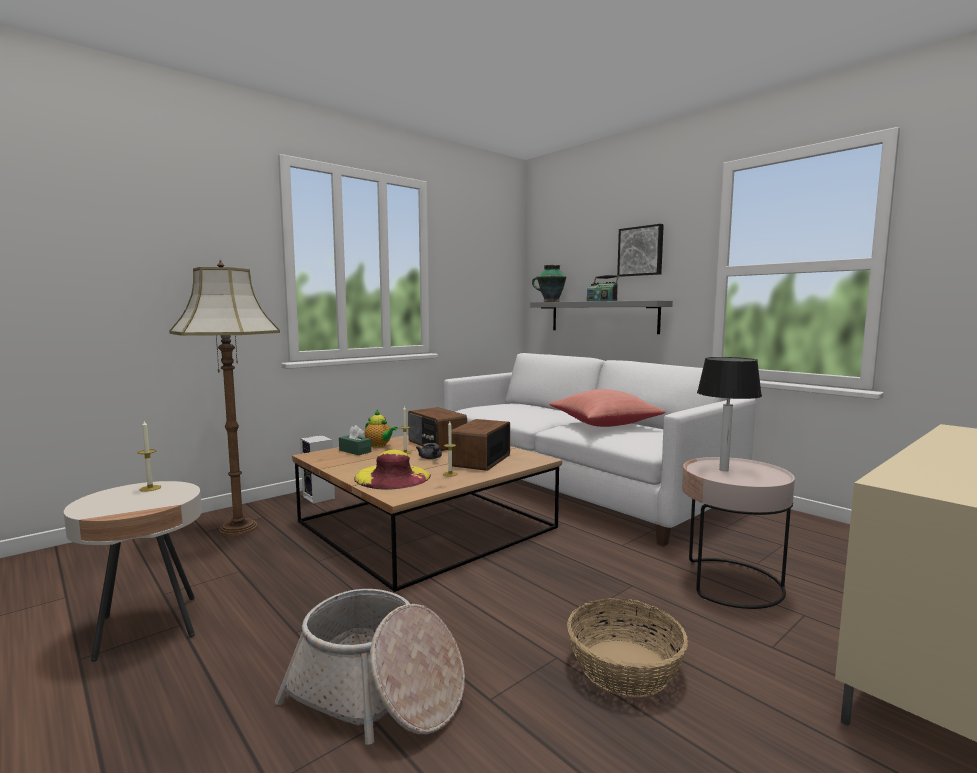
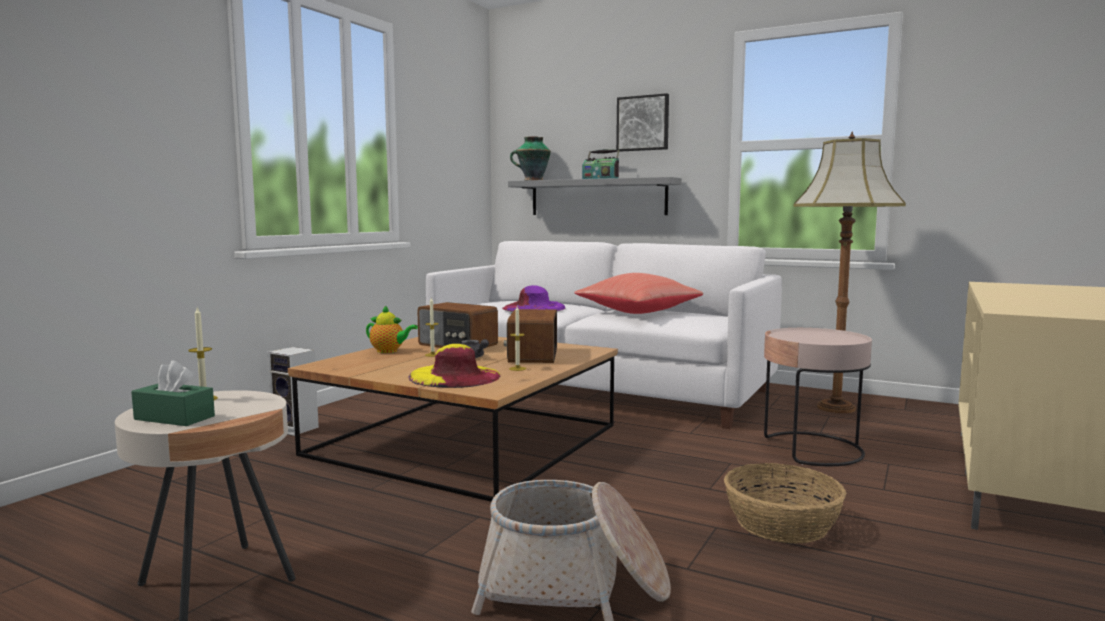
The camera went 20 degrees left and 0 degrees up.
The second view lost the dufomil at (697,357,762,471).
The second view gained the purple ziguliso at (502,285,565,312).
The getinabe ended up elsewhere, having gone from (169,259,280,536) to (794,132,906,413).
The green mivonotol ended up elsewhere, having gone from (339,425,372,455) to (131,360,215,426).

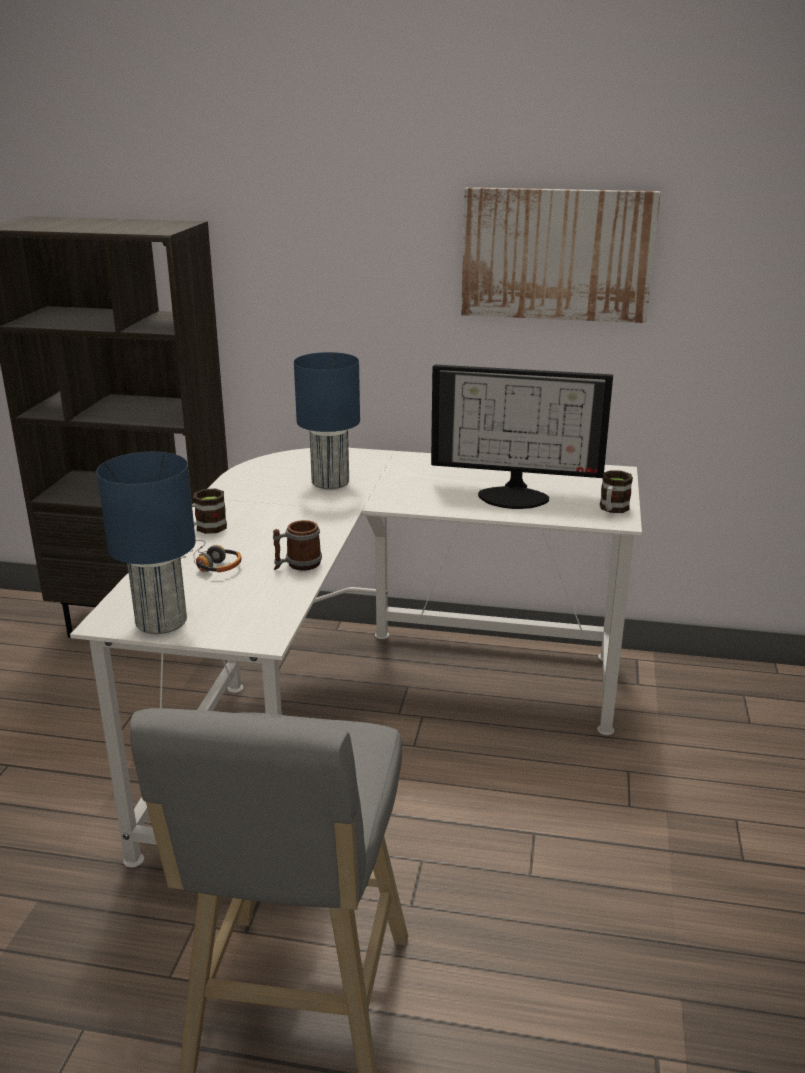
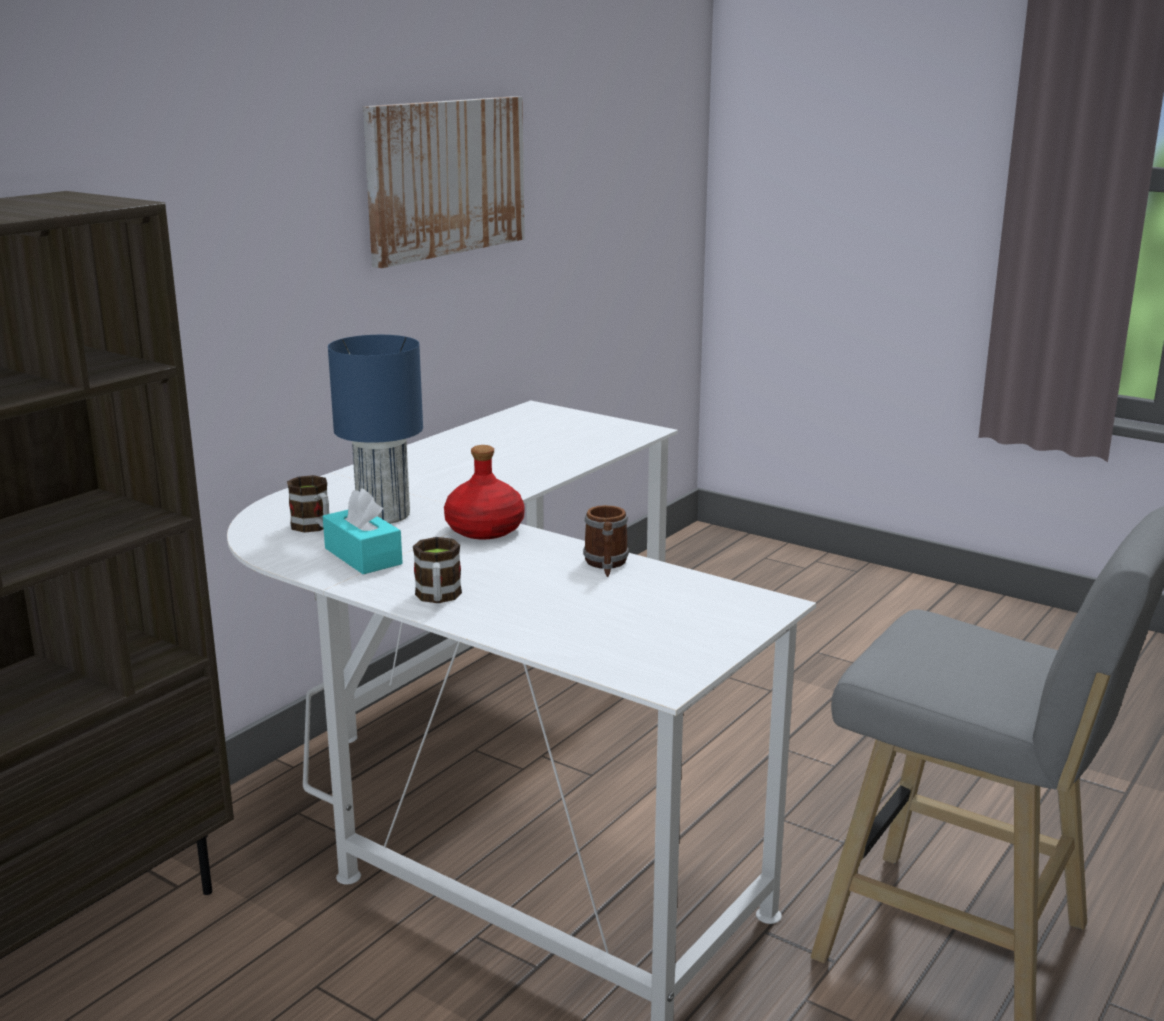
The camera went 65 degrees left and 5 degrees down.
The second view lost the blue dufomil at (96,452,196,634).
The second view lost the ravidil at (180,540,242,572).
The second view lost the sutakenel at (431,364,613,509).
The second view gained the turquoise mivonotol at (323,488,403,574).
The second view gained the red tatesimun at (444,445,525,539).
The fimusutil ended up elsewhere, having gone from (600,470,633,513) to (287,475,329,533).

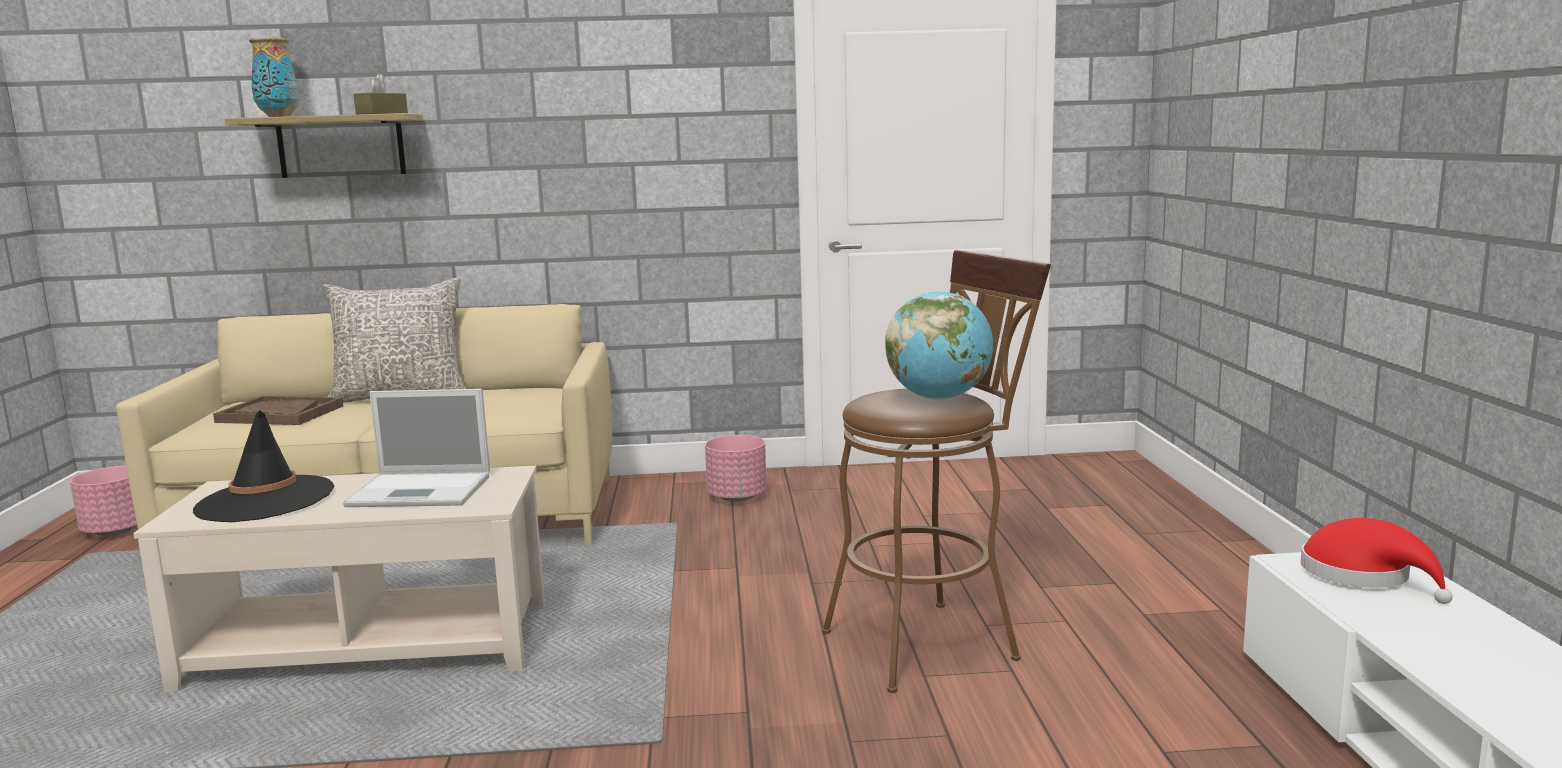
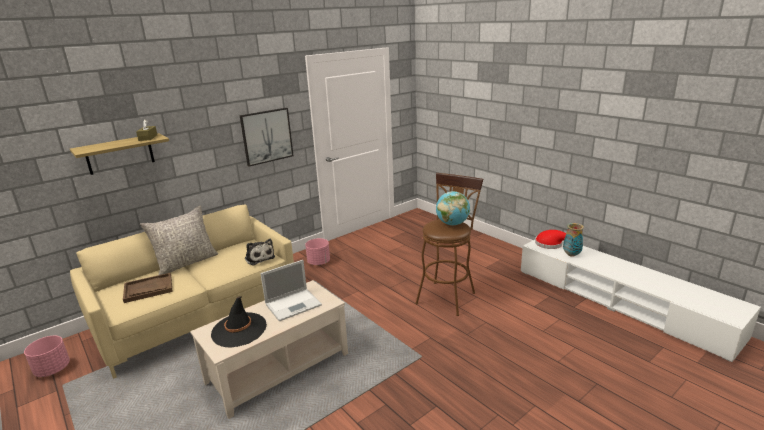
The camera went 35 degrees left and 10 degrees up.
The second view gained the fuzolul at (240,108,294,167).
The second view gained the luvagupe at (245,239,275,266).
The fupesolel ended up elsewhere, having gone from (249,37,299,117) to (563,223,584,257).

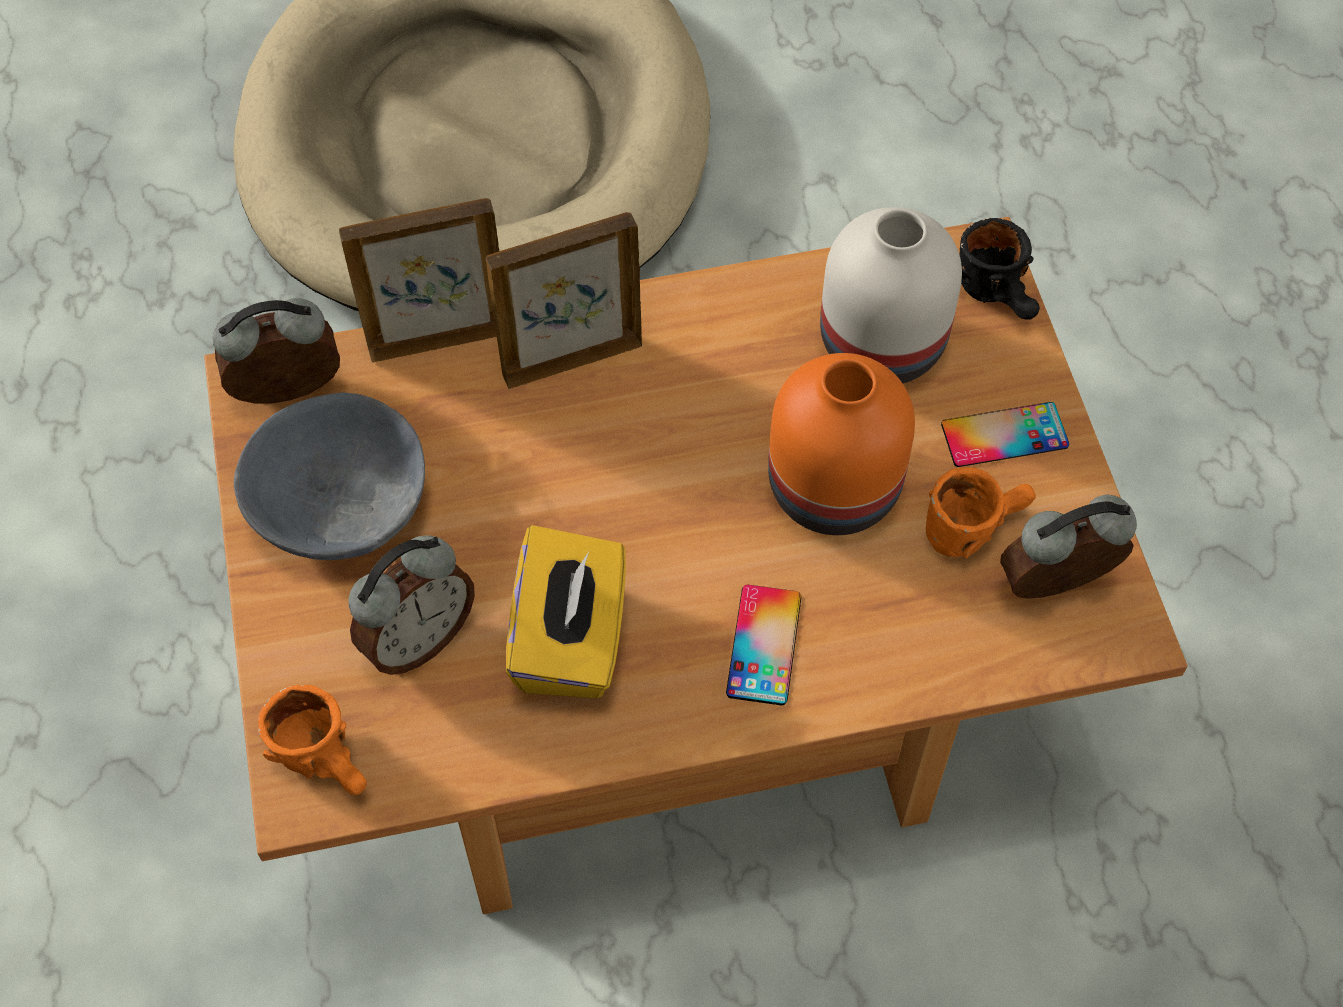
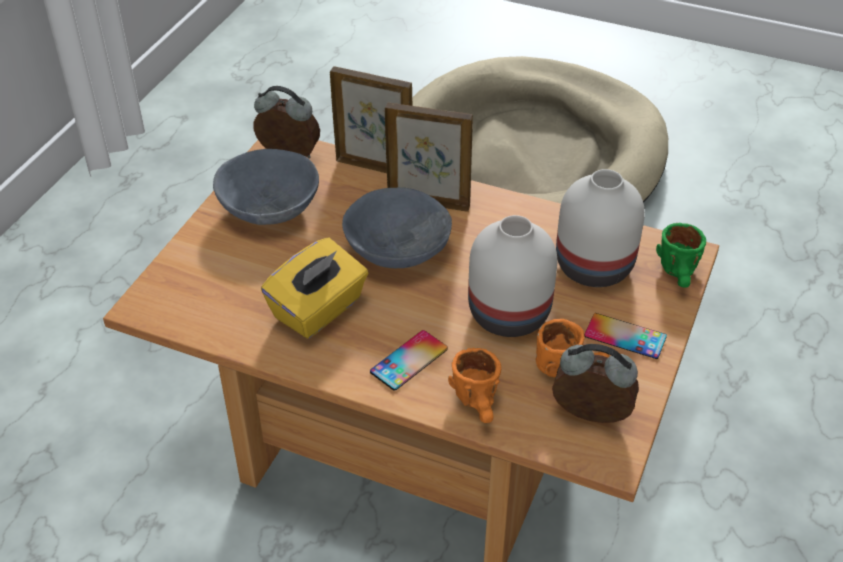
The camera went 35 degrees right and 15 degrees down.
The second view lost the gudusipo at (349,535,475,675).
The second view gained the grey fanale at (342,187,452,268).
The orange fimusutil ended up elsewhere, having gone from (258,685,367,795) to (448,347,501,423).
What was the orange fupesolel at (768,353,915,535) turned into the white fupesolel at (468,215,557,337).
What was the black fimusutil at (960,218,1040,320) turned into the green fimusutil at (656,223,706,288).

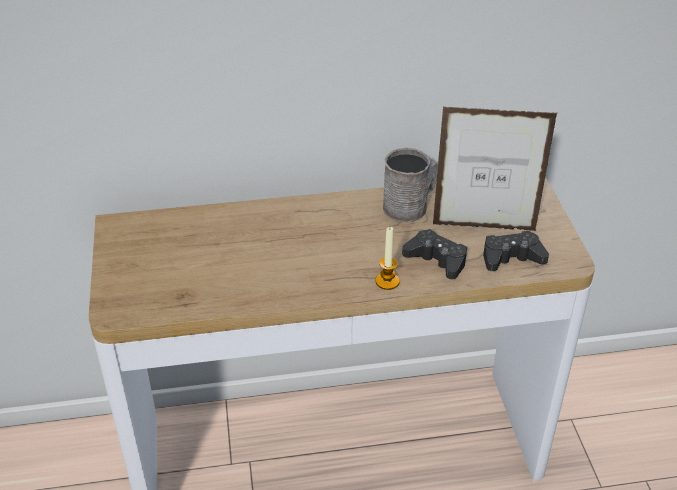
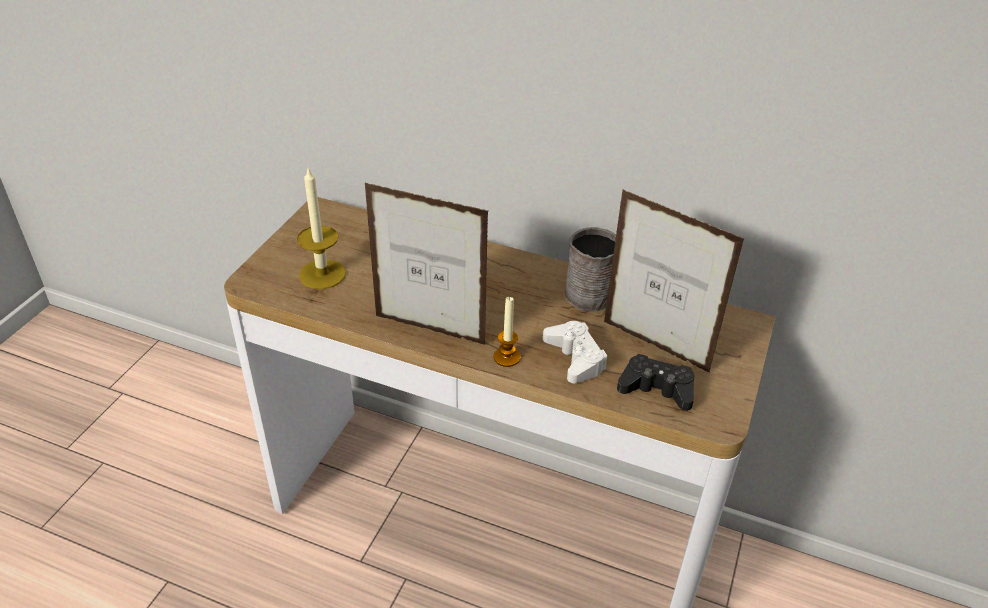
The camera went 30 degrees right and 0 degrees up.
The second view gained the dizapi at (297,167,346,289).
The second view gained the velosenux at (365,183,489,345).
What was the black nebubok at (402,229,467,279) turned into the white nebubok at (543,321,607,383).

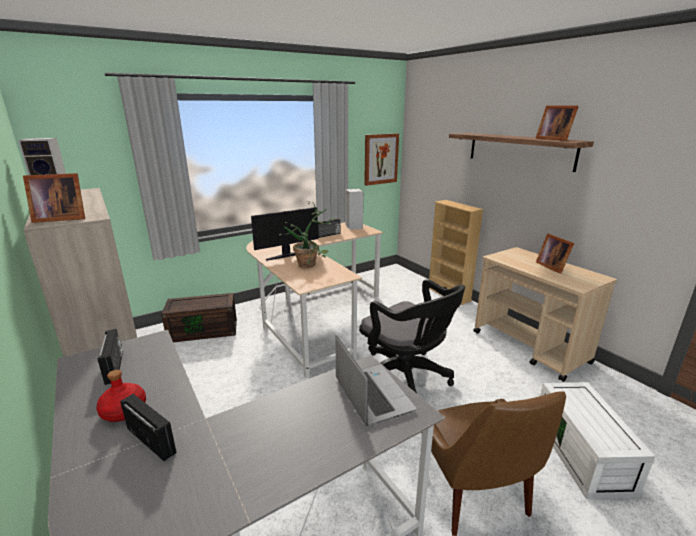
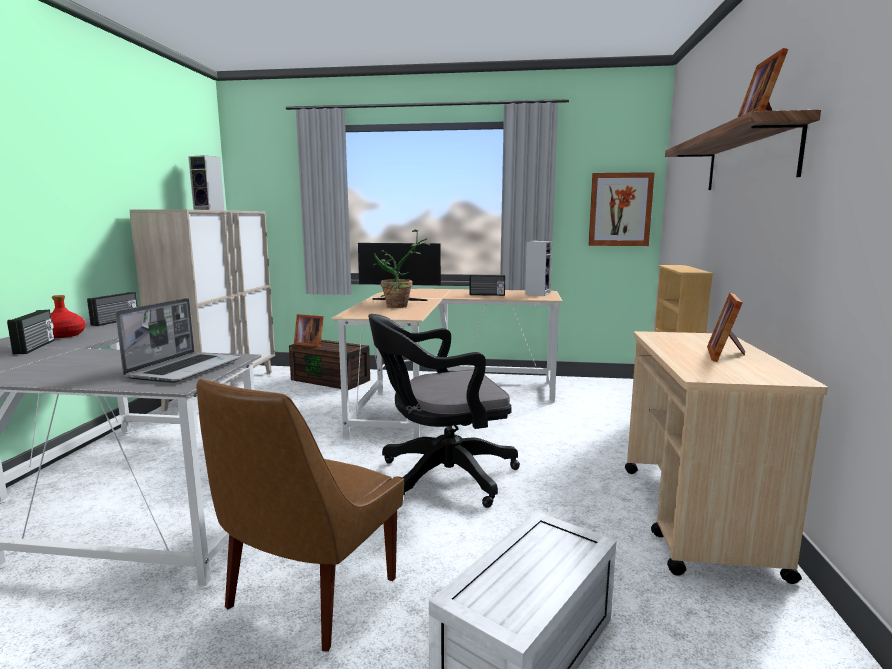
The camera went 40 degrees right and 10 degrees down.
The velosenux ended up elsewhere, having gone from (23,173,85,223) to (294,314,324,347).
The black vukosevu at (359,279,465,393) ended up facing another way, 75 degrees clockwise from before.

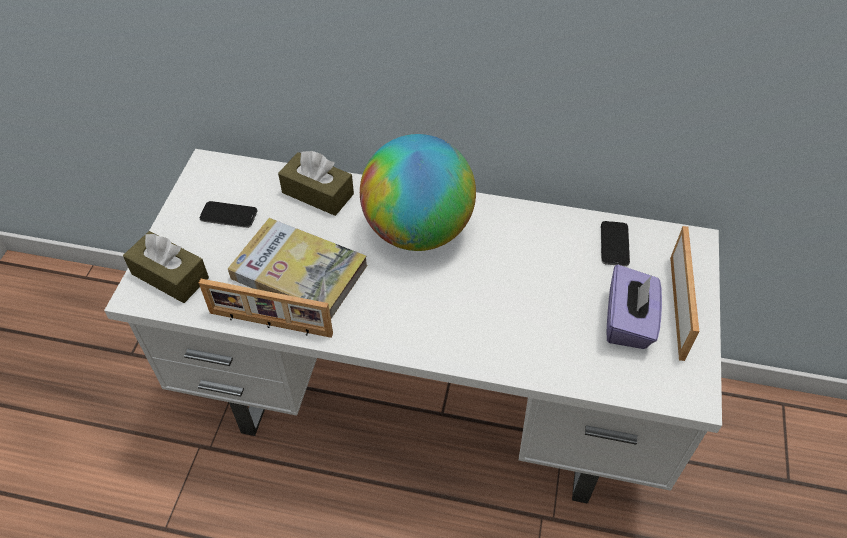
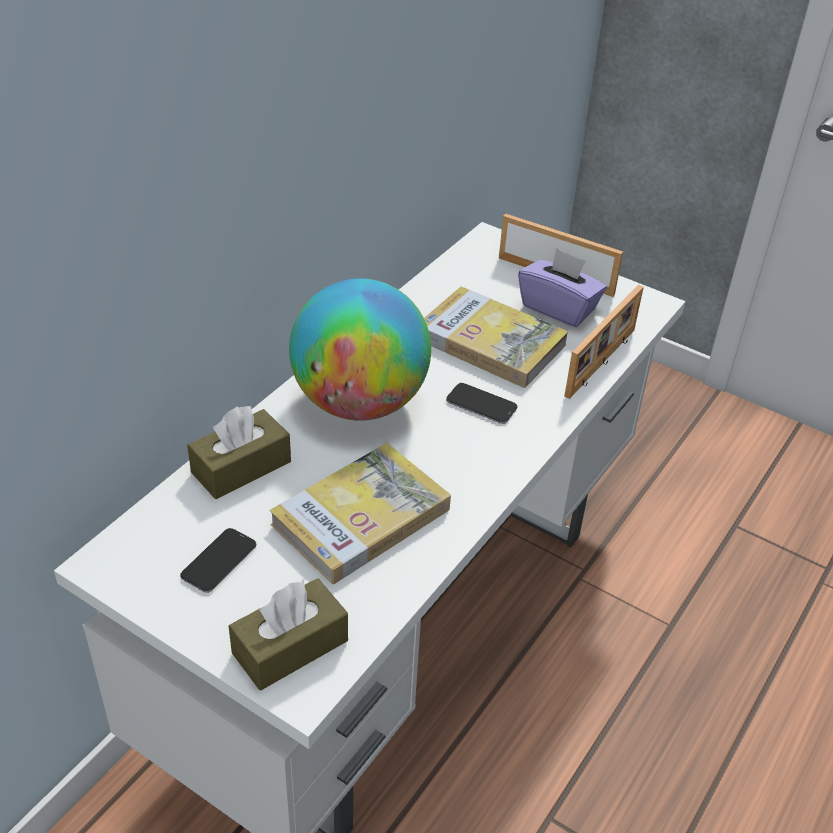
The camera went 70 degrees left and 10 degrees down.
The second view gained the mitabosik at (424,286,568,388).
The velosenux ended up elsewhere, having gone from (199,279,333,338) to (564,285,644,399).
The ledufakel ended up elsewhere, having gone from (601,221,630,266) to (446,383,517,424).

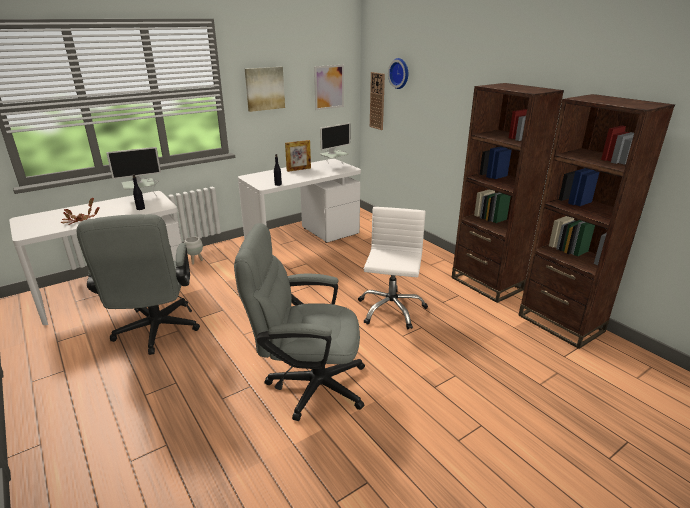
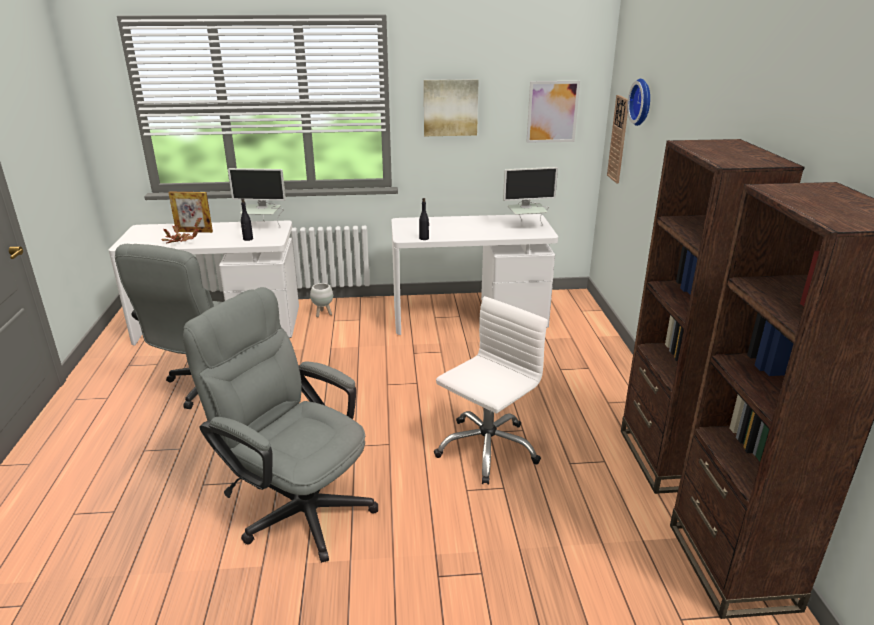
The camera went 30 degrees right and 0 degrees up.
The velosenux ended up elsewhere, having gone from (285,140,311,172) to (168,192,213,233).

